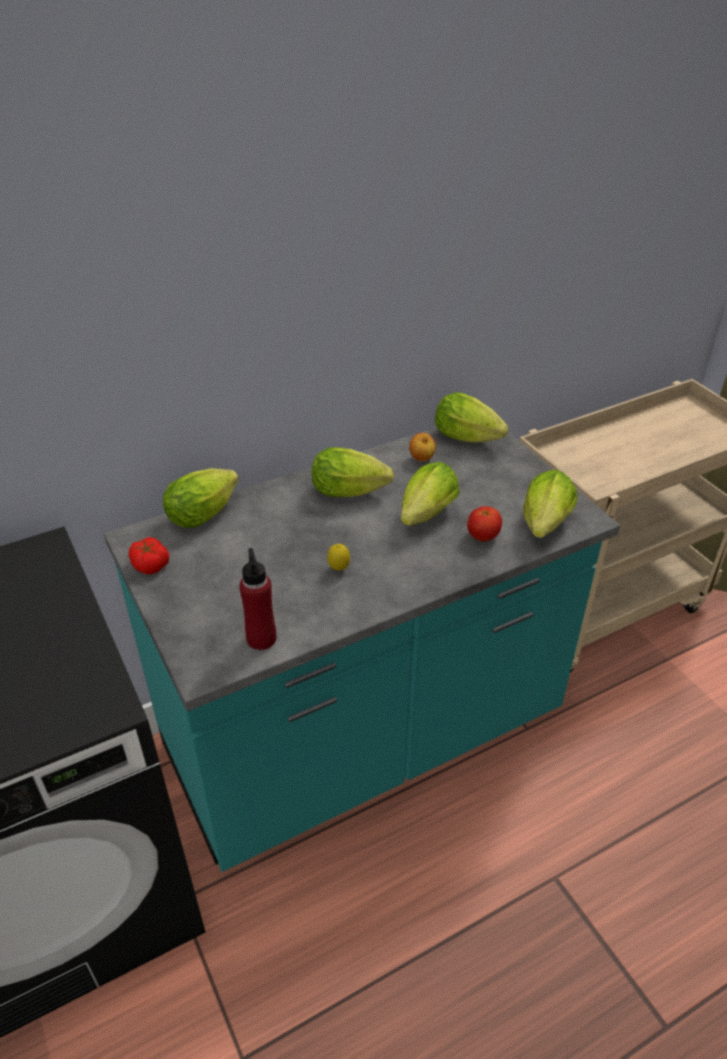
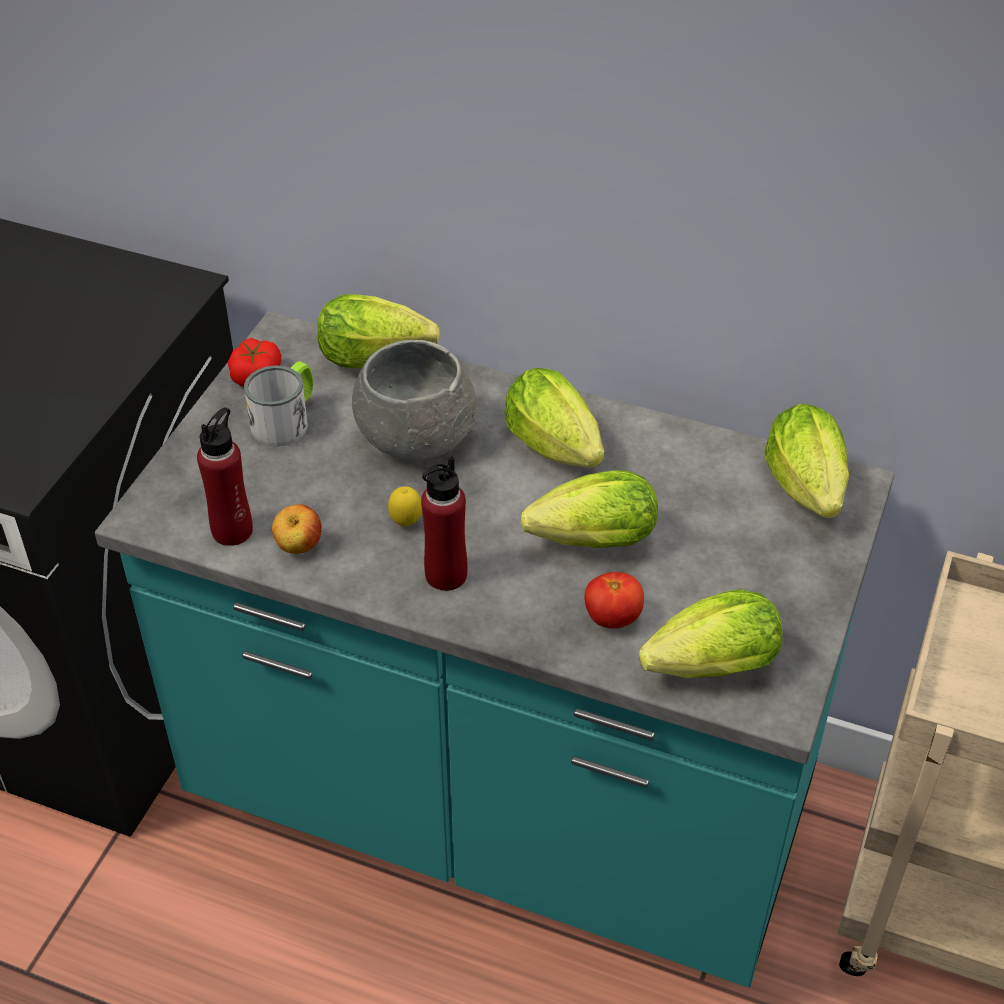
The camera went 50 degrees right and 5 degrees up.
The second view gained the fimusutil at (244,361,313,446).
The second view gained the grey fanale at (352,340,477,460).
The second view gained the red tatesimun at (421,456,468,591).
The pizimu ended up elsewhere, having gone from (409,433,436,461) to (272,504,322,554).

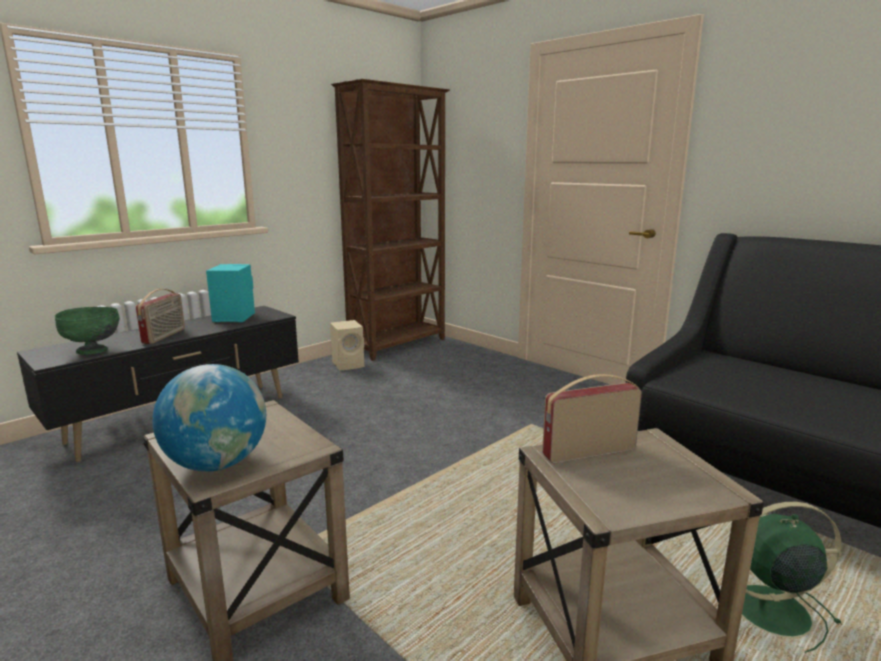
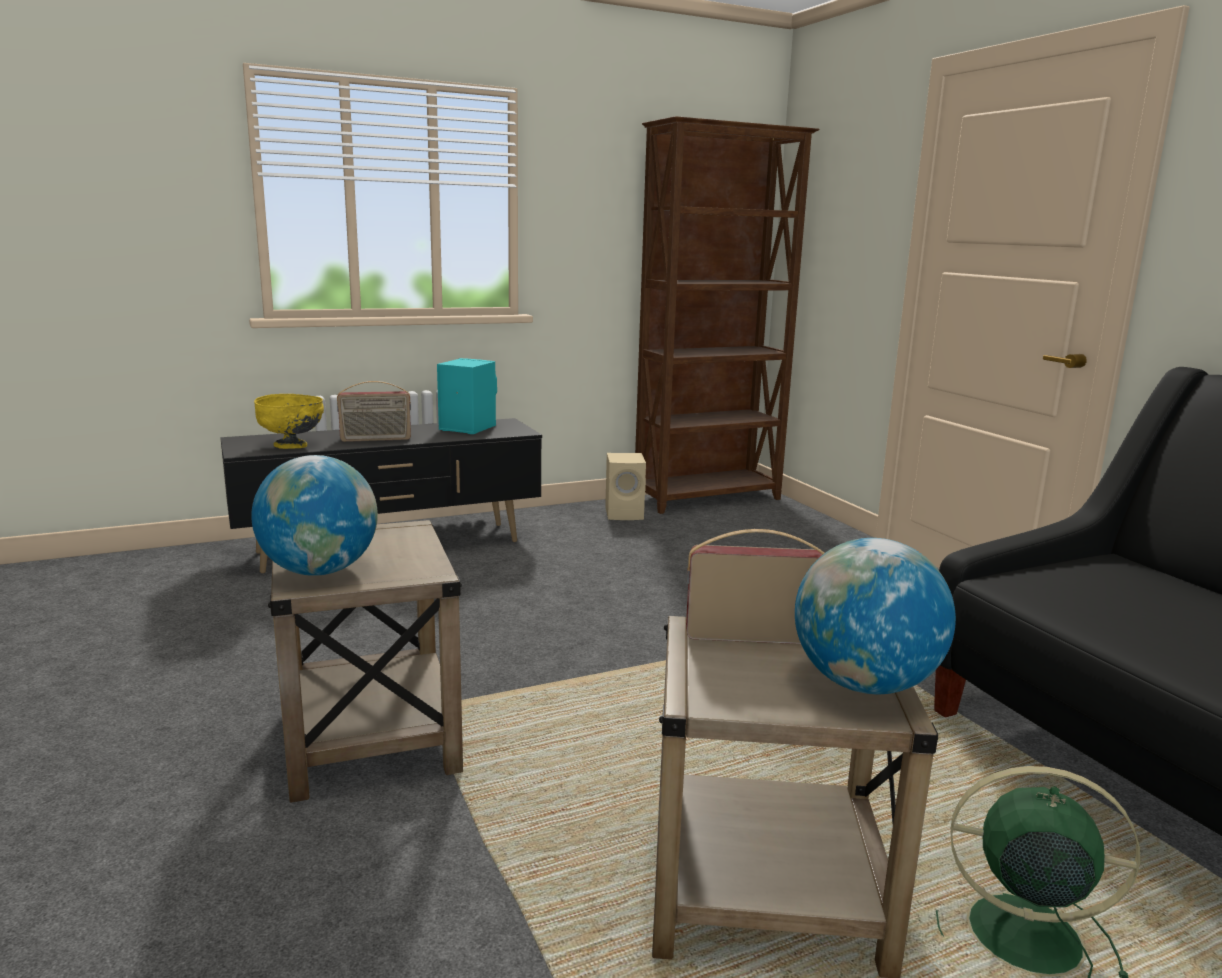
The camera went 20 degrees right and 0 degrees up.
The second view gained the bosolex at (795,538,956,694).
What was the green fanale at (55,307,120,355) turned into the yellow fanale at (254,394,324,449).
The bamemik at (136,289,185,344) ended up facing another way, 45 degrees clockwise from before.

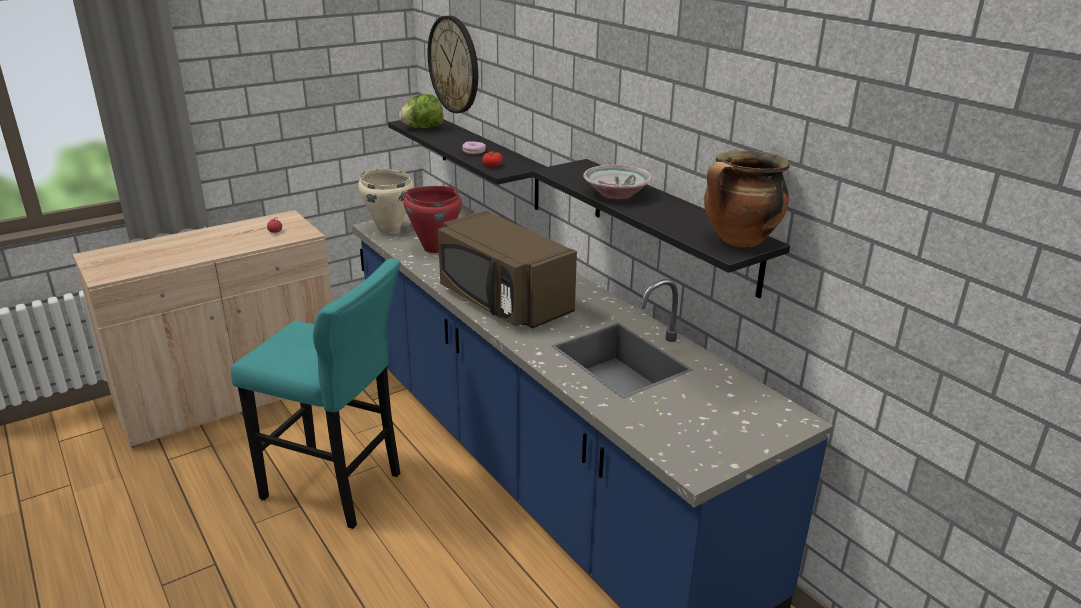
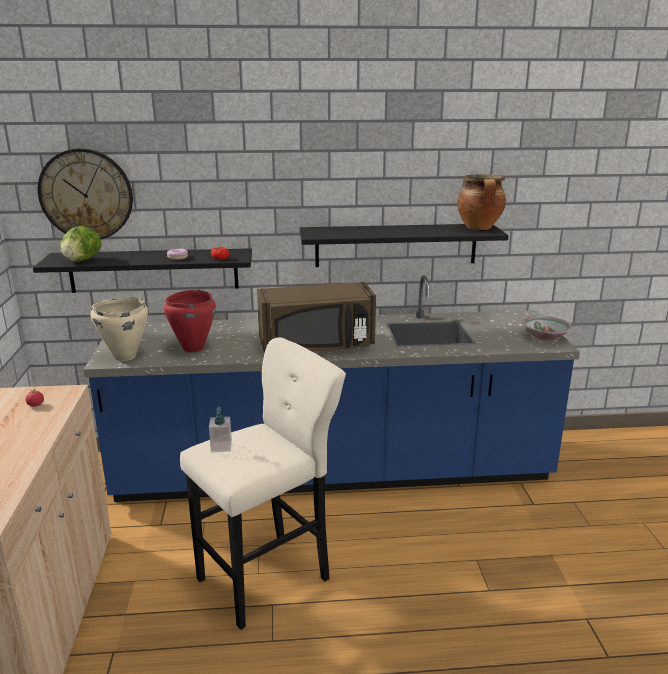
The camera went 60 degrees left and 5 degrees down.
The second view gained the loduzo at (209,407,232,452).
The fanale ended up elsewhere, having gone from (583,165,652,199) to (522,316,572,341).
What was the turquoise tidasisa at (231,258,401,529) turned into the beige tidasisa at (180,337,346,630).

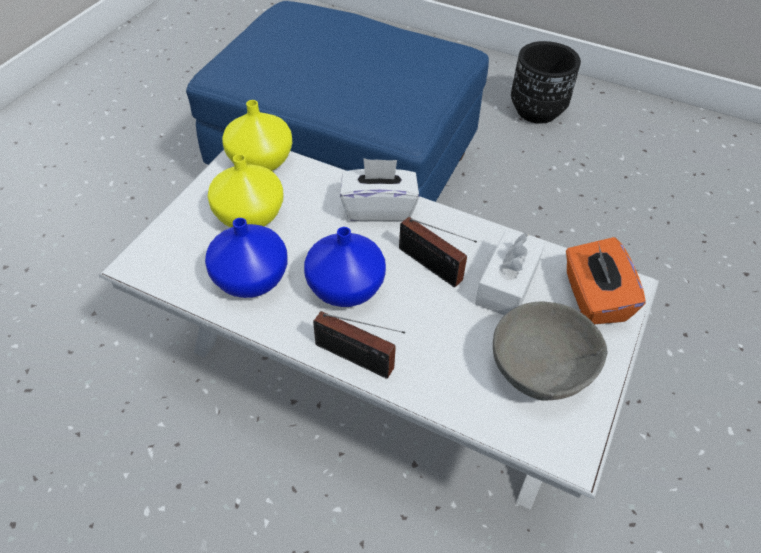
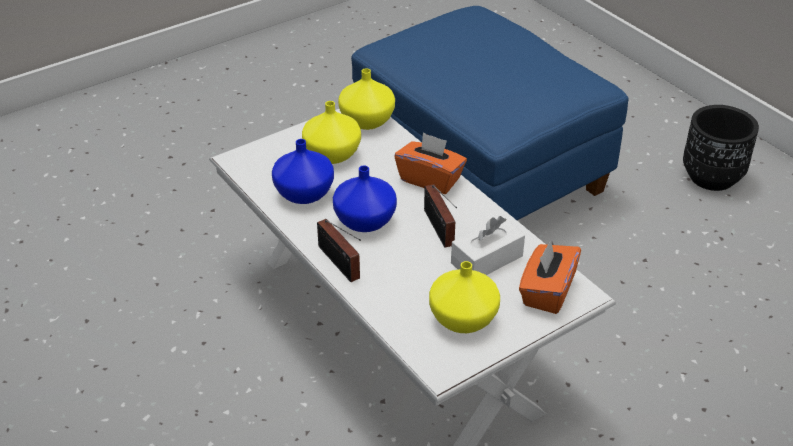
The camera went 30 degrees right and 10 degrees down.
Where the grey fanale stood at (493,301,608,401), the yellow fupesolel came to stand at (429,261,500,333).
What was the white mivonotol at (340,158,419,222) turned into the orange mivonotol at (395,132,467,194).

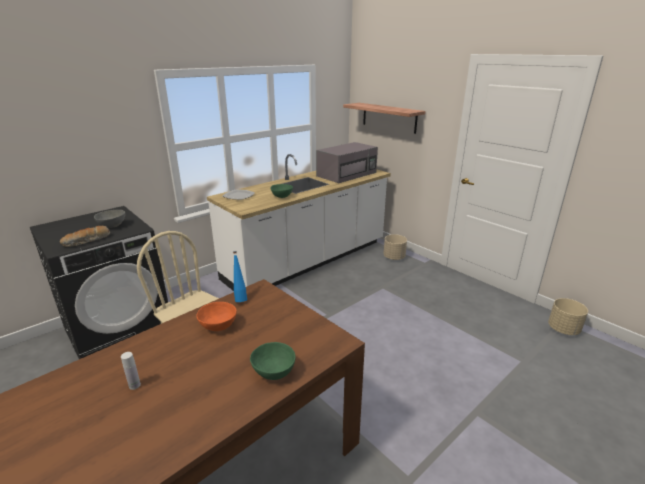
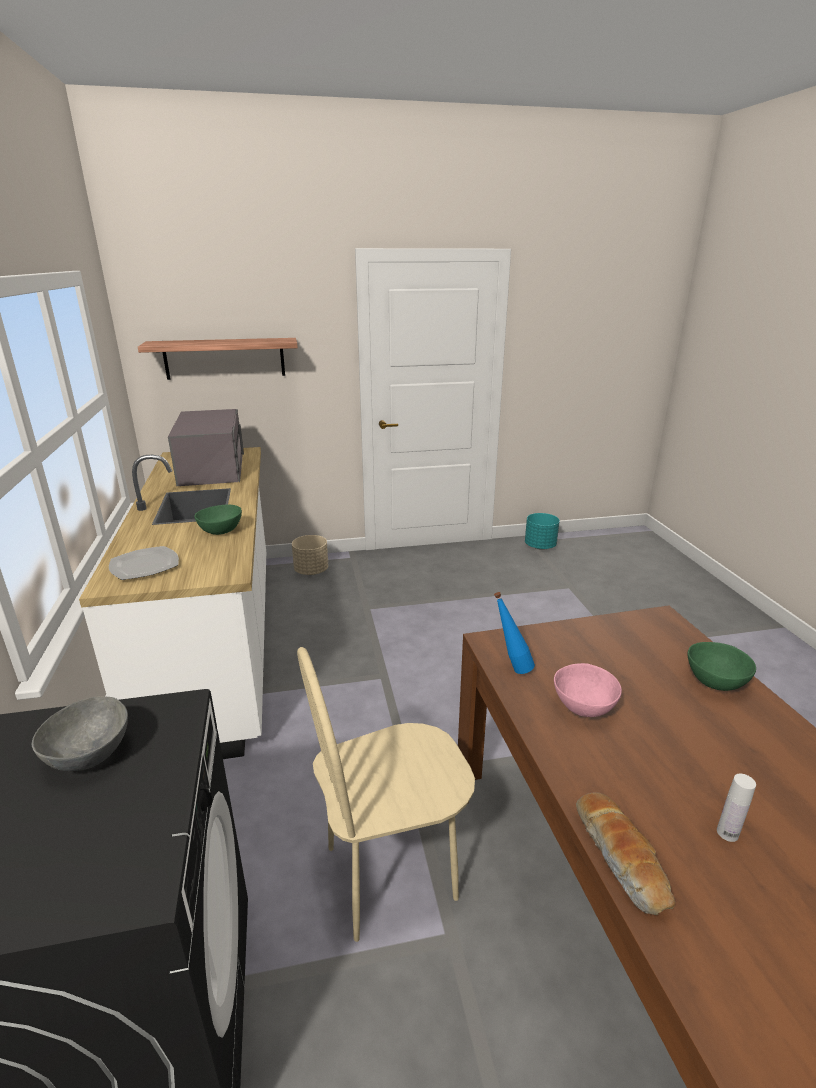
The camera went 60 degrees left and 0 degrees up.
The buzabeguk ended up elsewhere, having gone from (60,226,110,247) to (576,792,675,915).
What was the orange fanale at (196,302,237,331) turned into the pink fanale at (554,663,622,717).
What was the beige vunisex at (548,298,588,335) turned into the turquoise vunisex at (525,513,560,550).

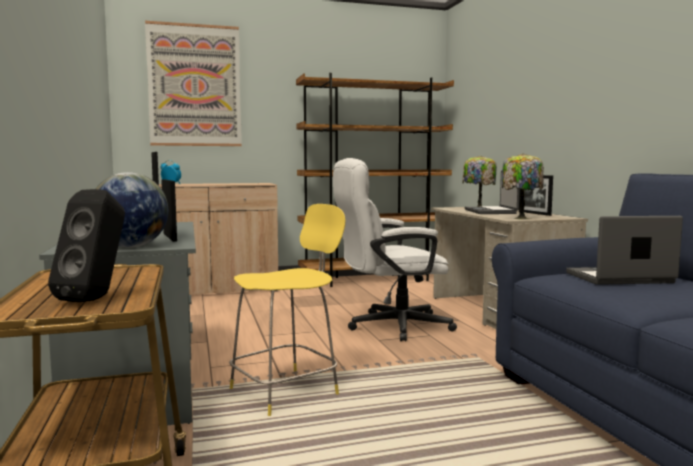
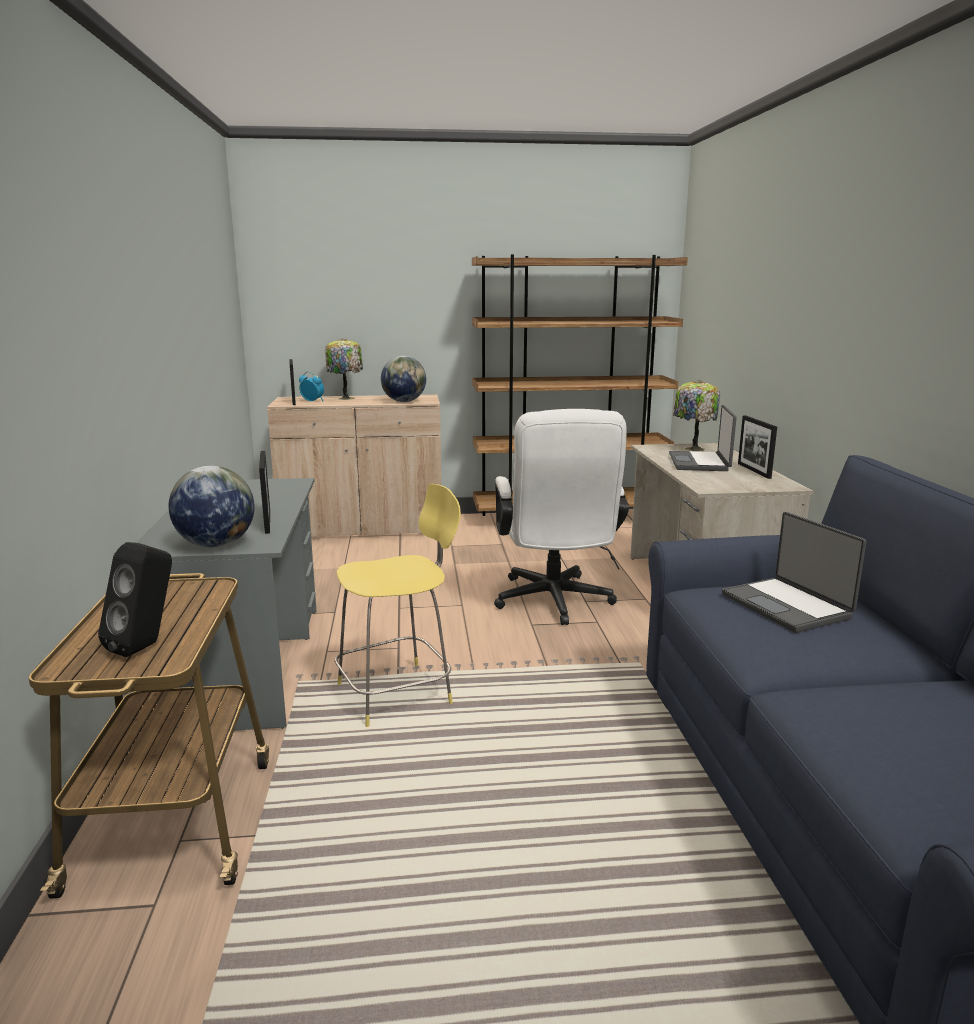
The camera went 10 degrees right and 10 degrees up.
The second view lost the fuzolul at (145,21,242,146).
The second view gained the bosolex at (381,356,426,402).
The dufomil ended up elsewhere, having gone from (502,153,544,219) to (325,338,363,400).
The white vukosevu at (333,158,457,341) ended up facing another way, 90 degrees counterclockwise from before.
The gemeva at (566,216,683,285) ended up facing another way, 120 degrees counterclockwise from before.

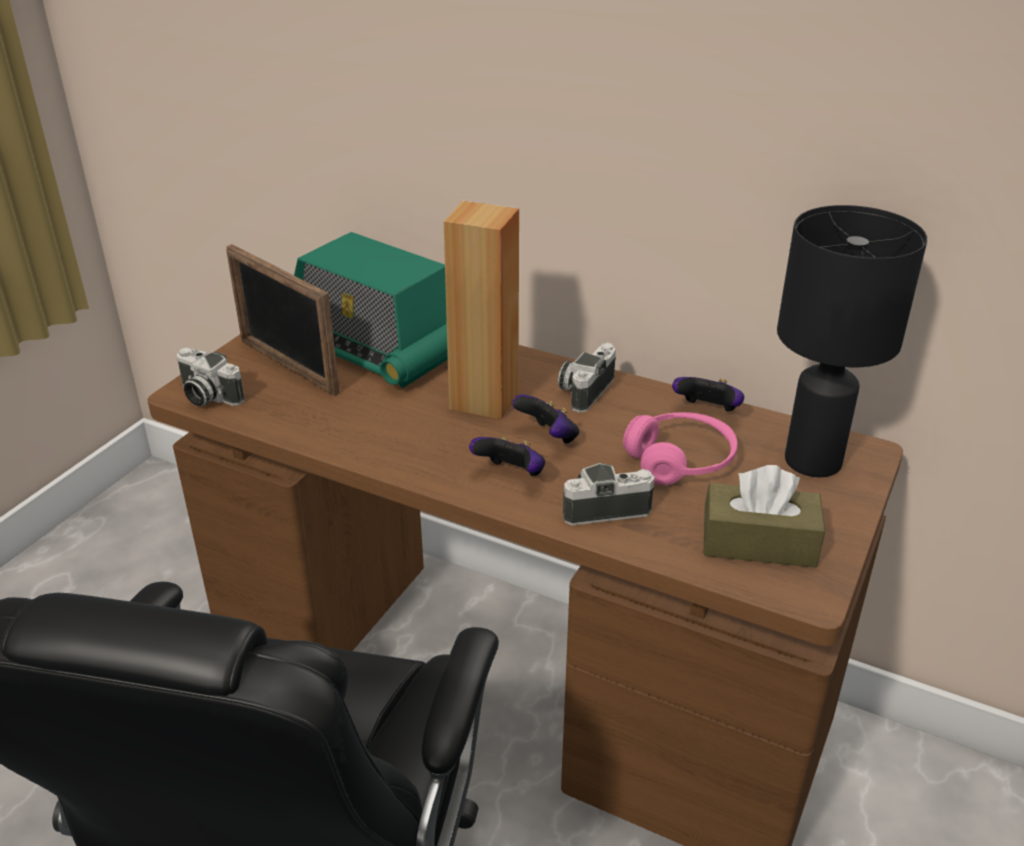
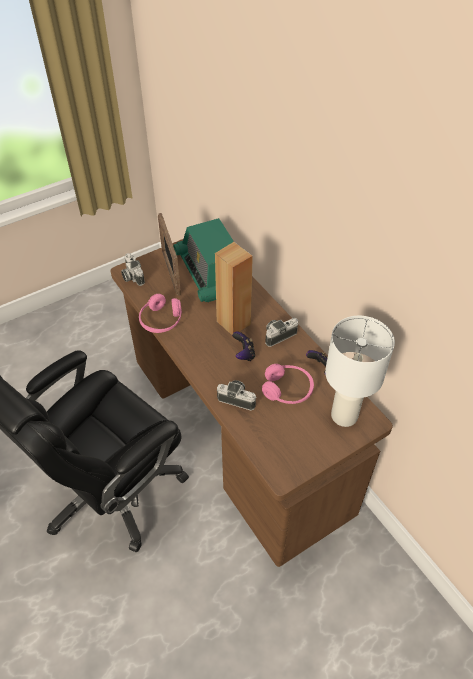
The camera went 30 degrees right and 15 degrees up.
The second view lost the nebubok at (469,437,545,476).
The second view lost the brown mivonotol at (704,465,825,568).
The second view gained the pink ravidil at (139,294,182,333).
What was the black dufomil at (777,205,927,477) turned into the white dufomil at (325,315,395,427).

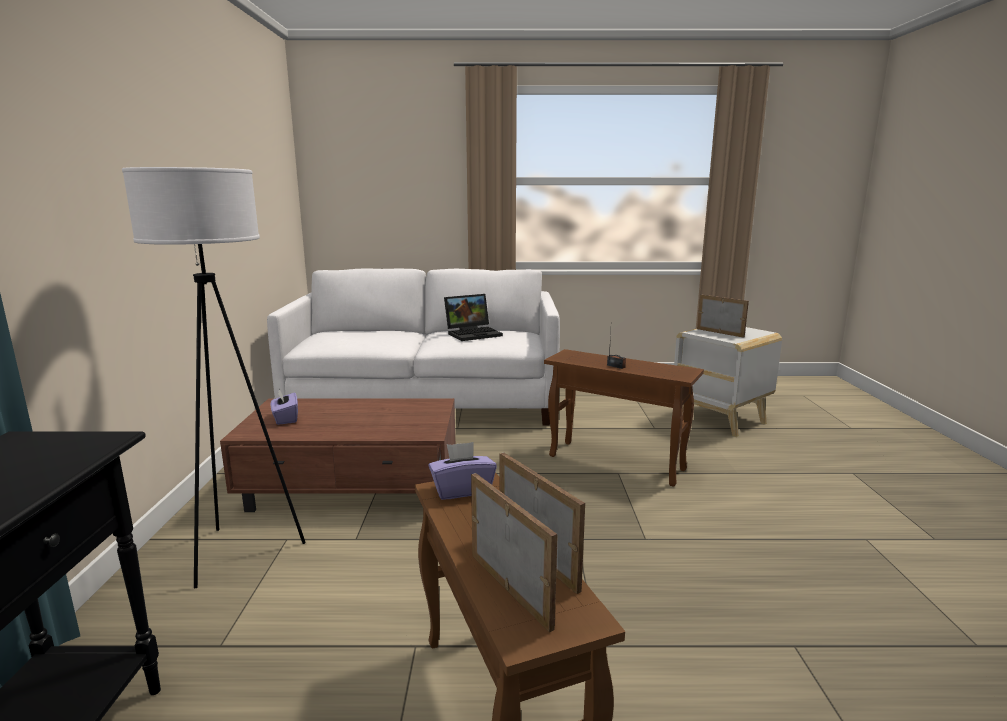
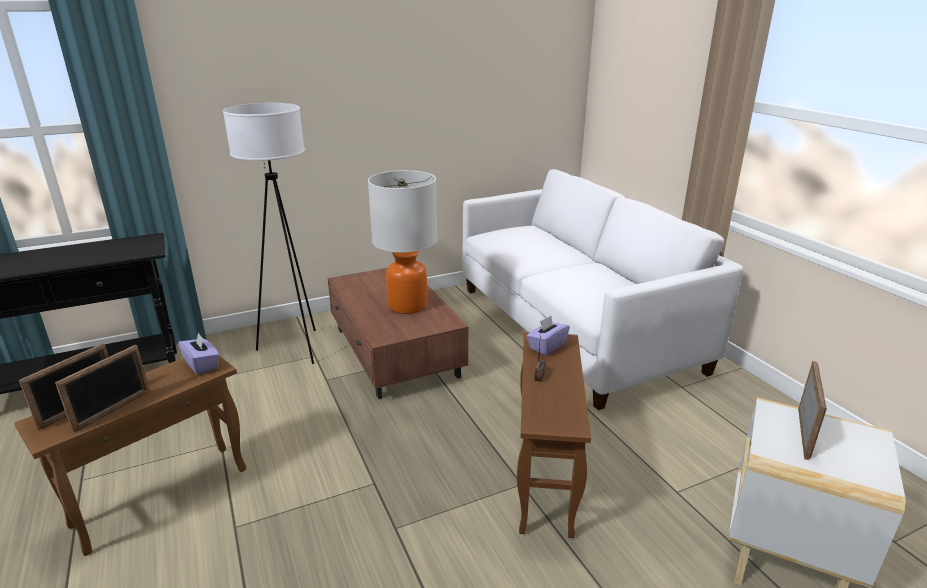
The camera went 65 degrees right and 10 degrees up.
The second view lost the gemeva at (444,294,503,341).
The second view gained the dufomil at (368,170,437,314).
The purple mivonotol ended up elsewhere, having gone from (271,389,298,425) to (527,316,570,356).

